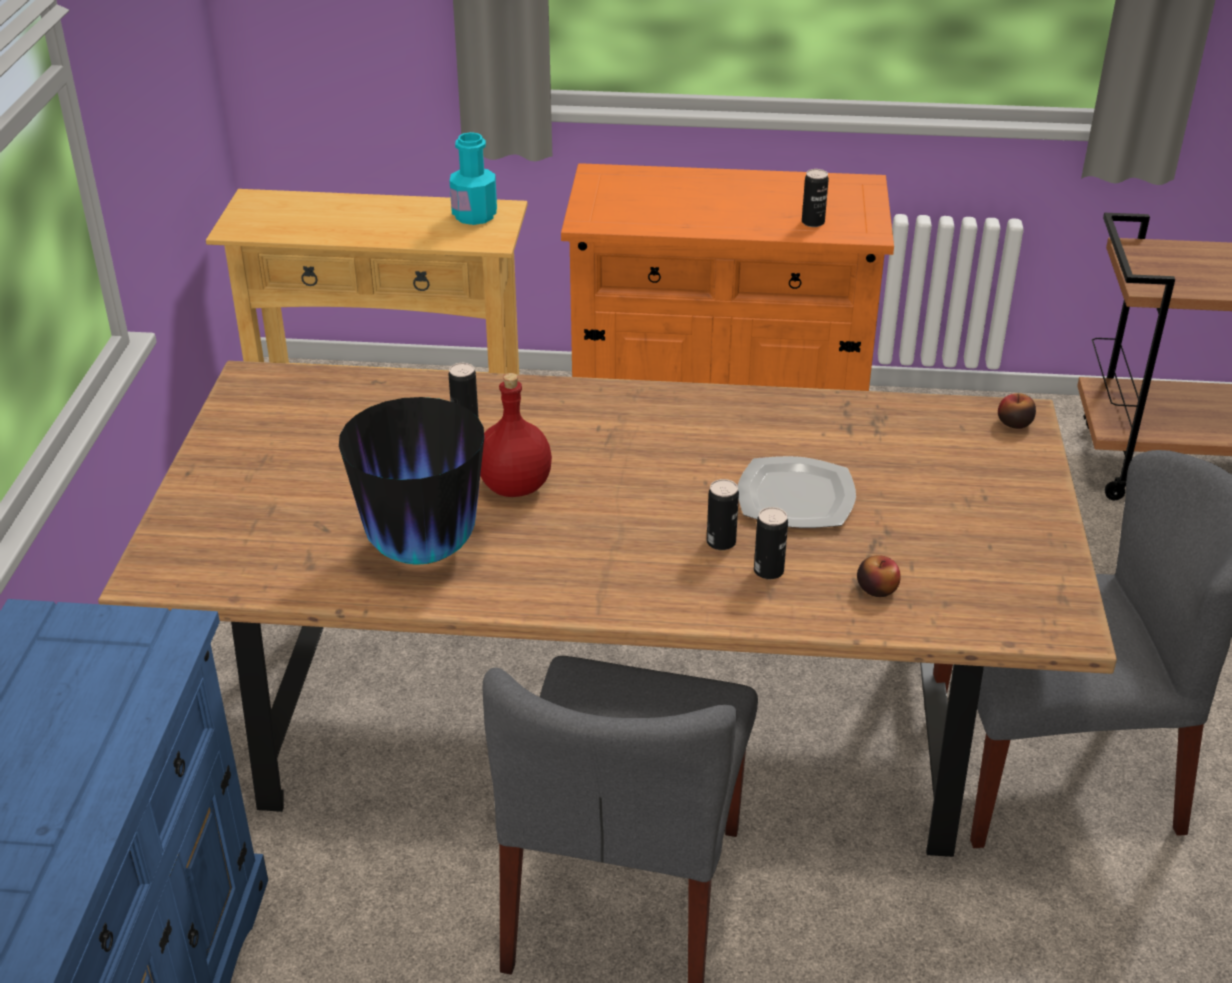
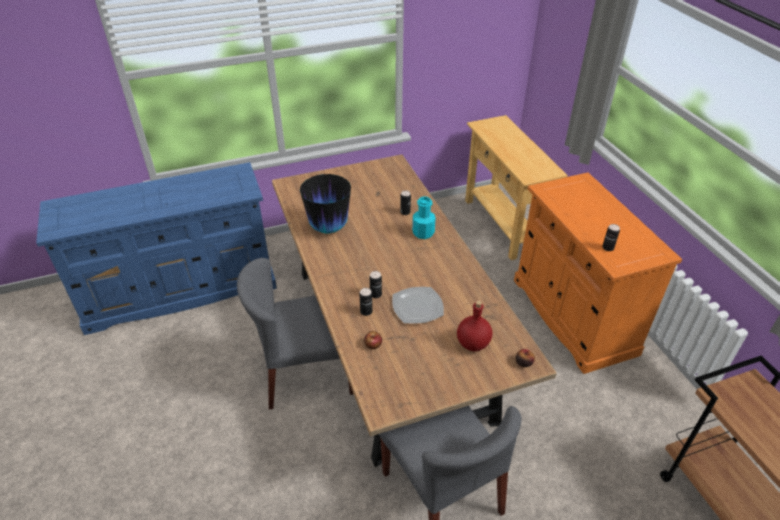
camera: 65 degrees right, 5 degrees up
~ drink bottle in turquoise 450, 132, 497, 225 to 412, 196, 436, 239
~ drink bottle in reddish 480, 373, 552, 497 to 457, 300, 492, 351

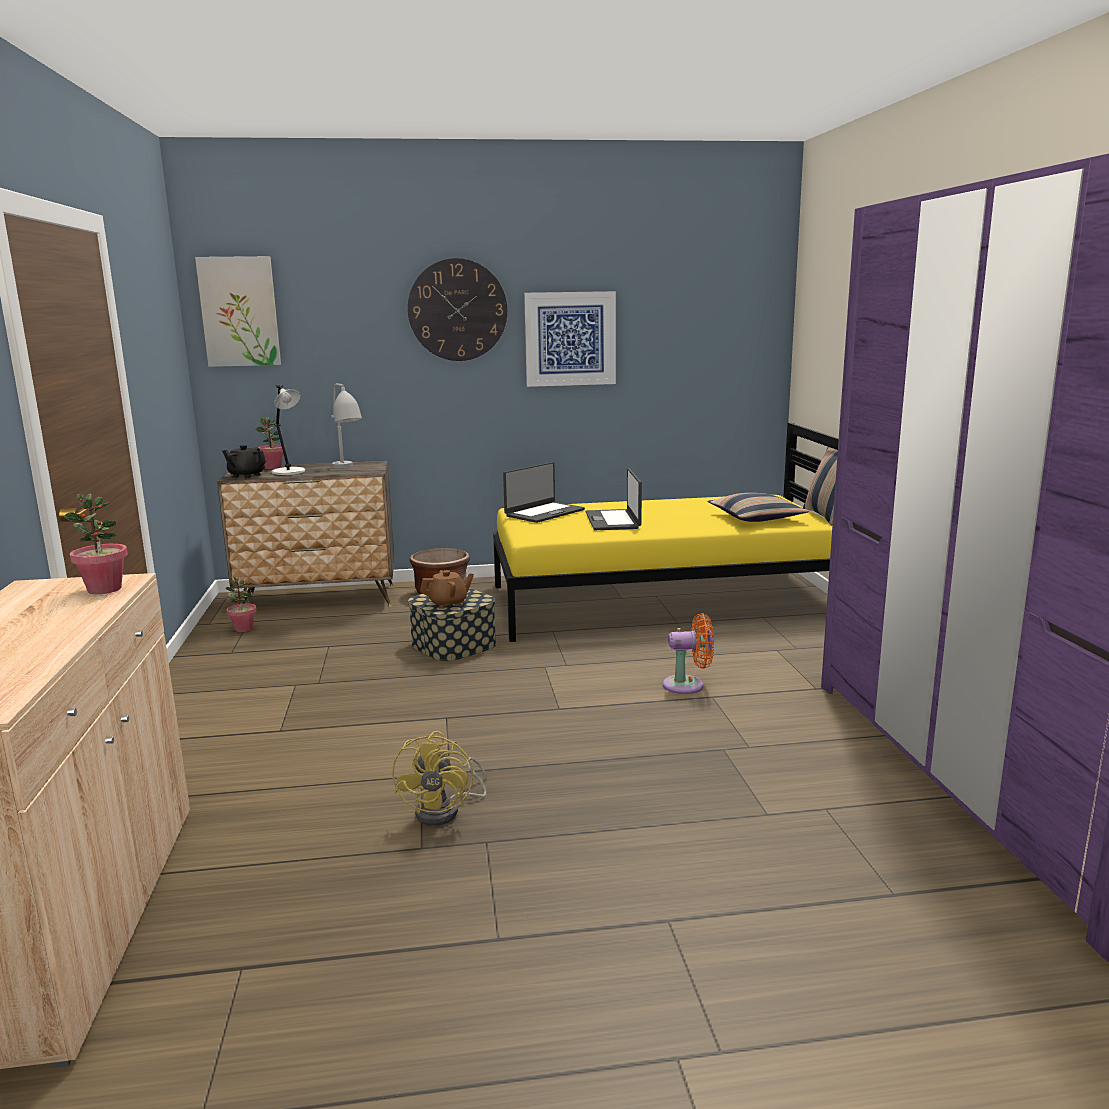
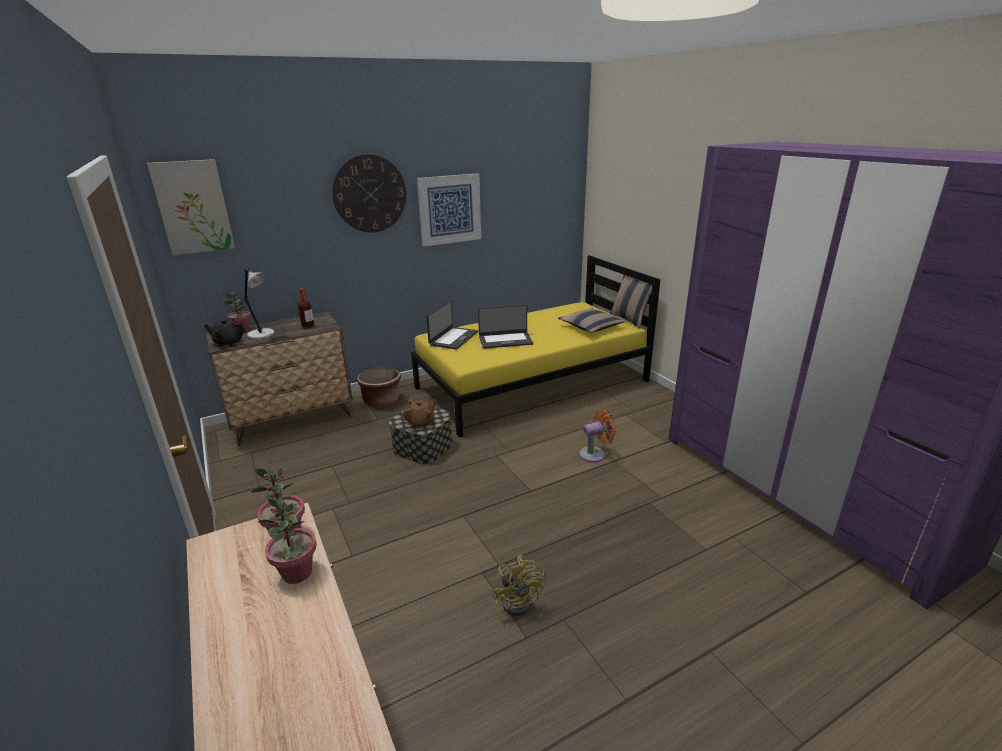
camera: 20 degrees left, 10 degrees up
~ lamp for a table in gray 331, 383, 362, 469 to drink bottle 298, 288, 314, 328
~ portable computer 586, 468, 642, 530 = 478, 305, 533, 349 75 degrees counterclockwise
~ houseplant 225, 577, 257, 632 to 258, 498, 317, 584

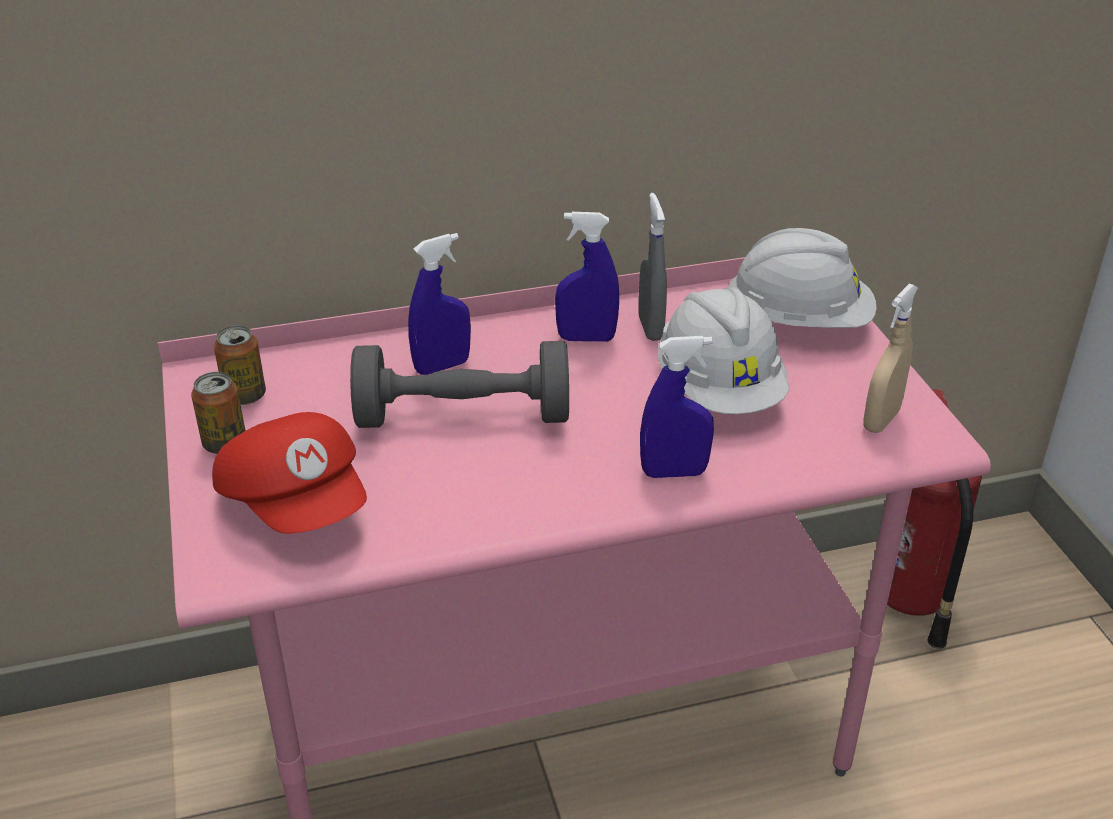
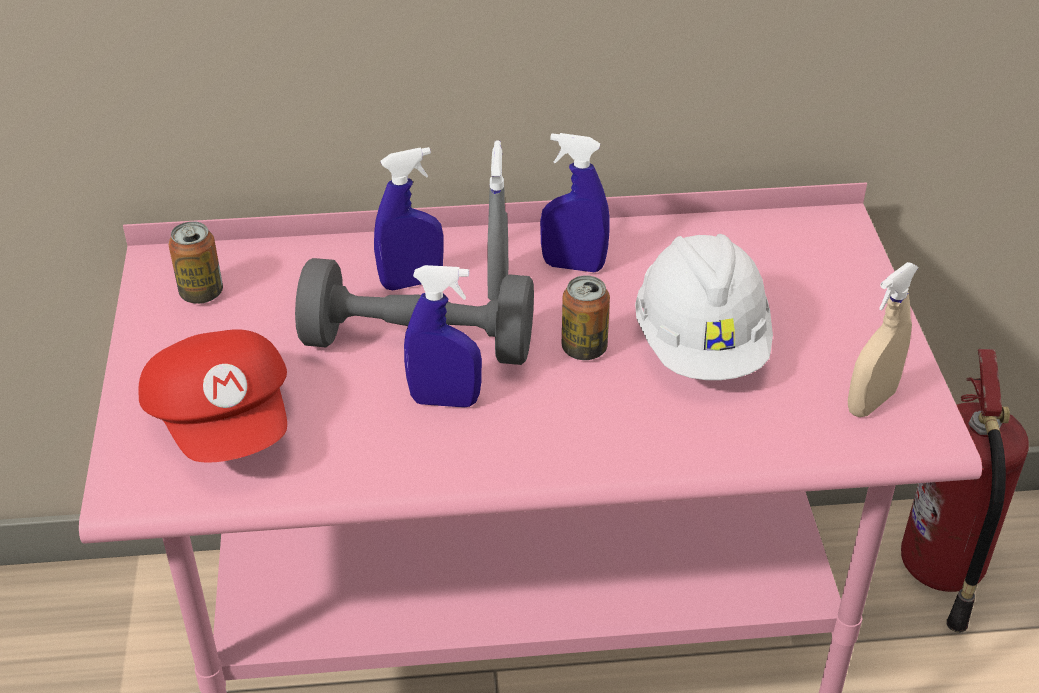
camera: 10 degrees right, 5 degrees up
~ spray bottle in gray 638, 193, 667, 341 to 487, 140, 508, 300
- work helmet in white-coloured 728, 228, 877, 328
~ spray bottle in blue 640, 336, 714, 478 to 404, 265, 482, 408
~ metal can 191, 372, 246, 454 to 562, 275, 610, 360

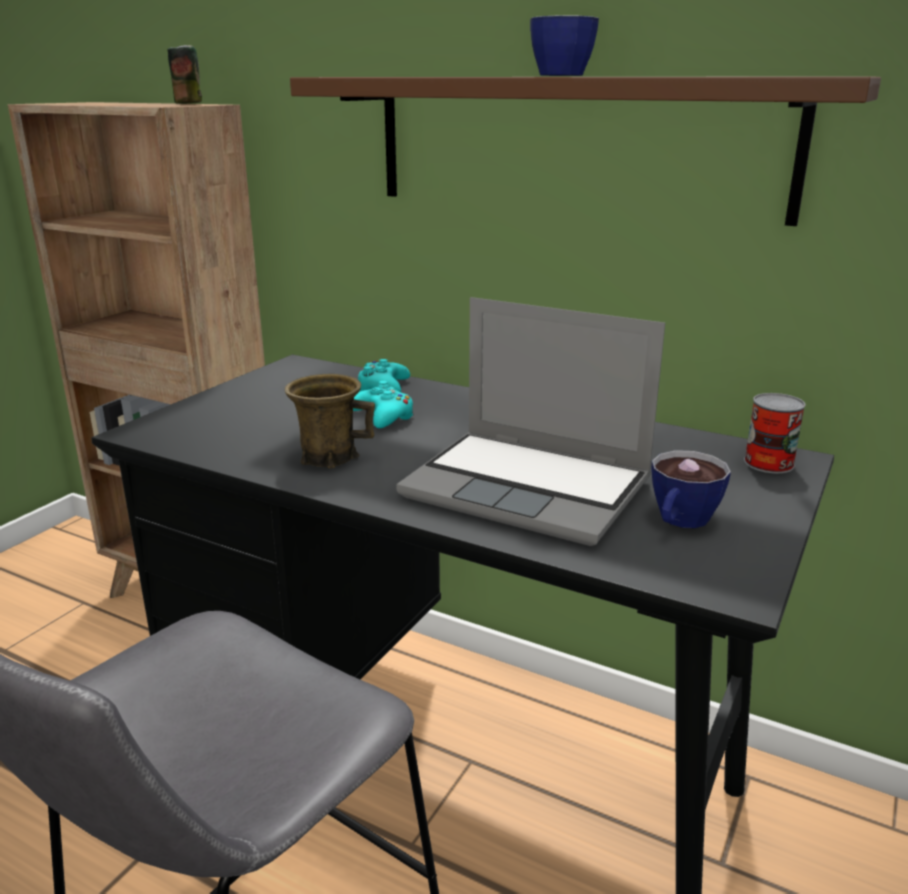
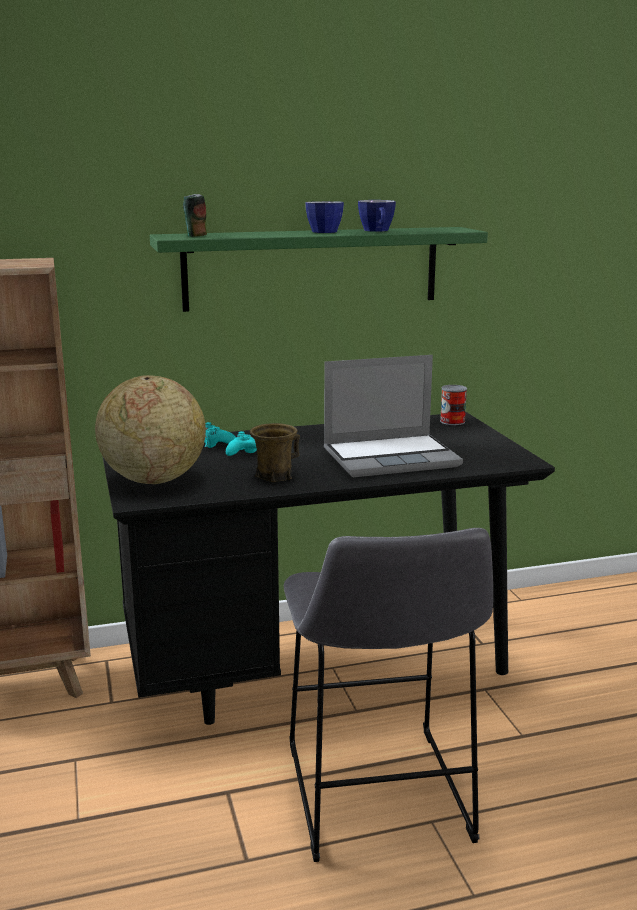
camera: 45 degrees left, 5 degrees down
~ metal can 167, 45, 202, 104 to 183, 194, 207, 237
~ bracket shelf in brown-coloured 290, 76, 881, 226 to bracket shelf in green-coloured 150, 227, 488, 312
~ drinking cup 651, 450, 731, 528 to 358, 200, 396, 232
+ desk globe 95, 375, 206, 484

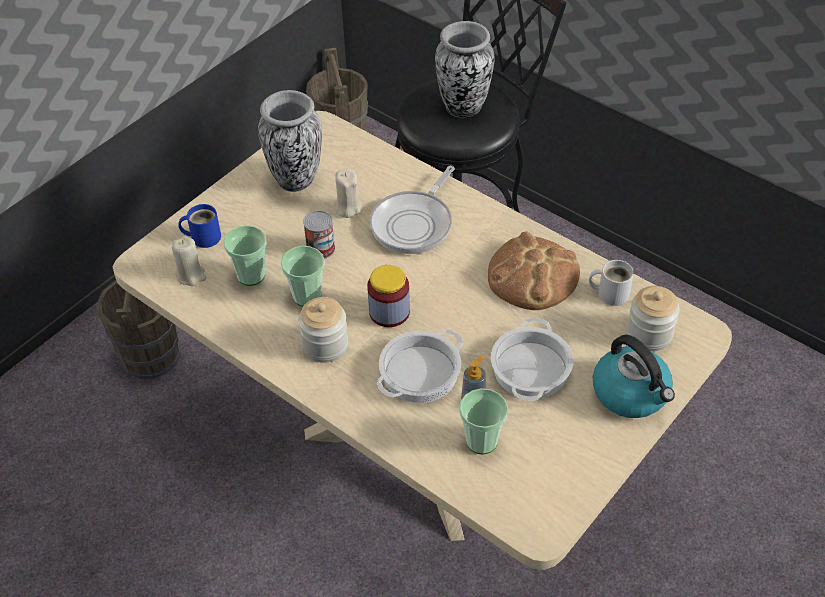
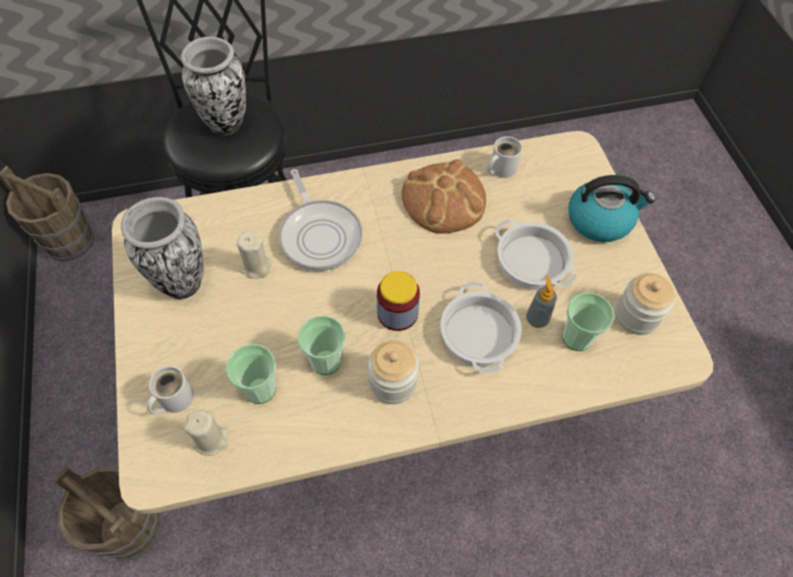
camera: 55 degrees left, 10 degrees up
~ mug in blue 178, 204, 221, 248 to mug in white-coloured 147, 366, 194, 414
- metal can 303, 211, 335, 259
~ jar 627, 286, 680, 351 to 615, 273, 675, 335

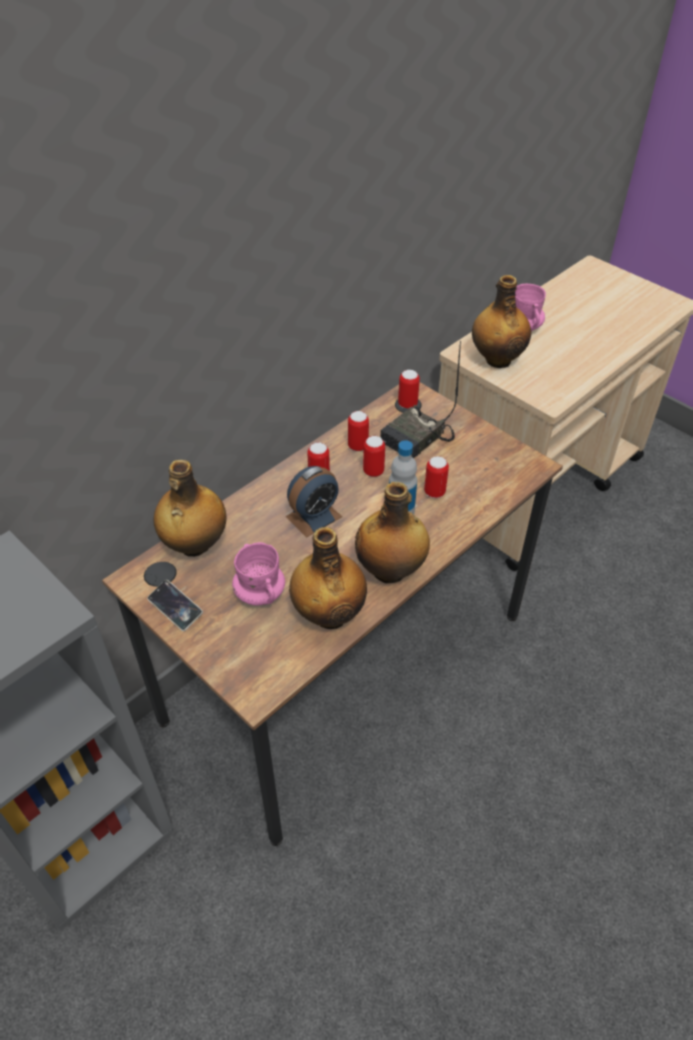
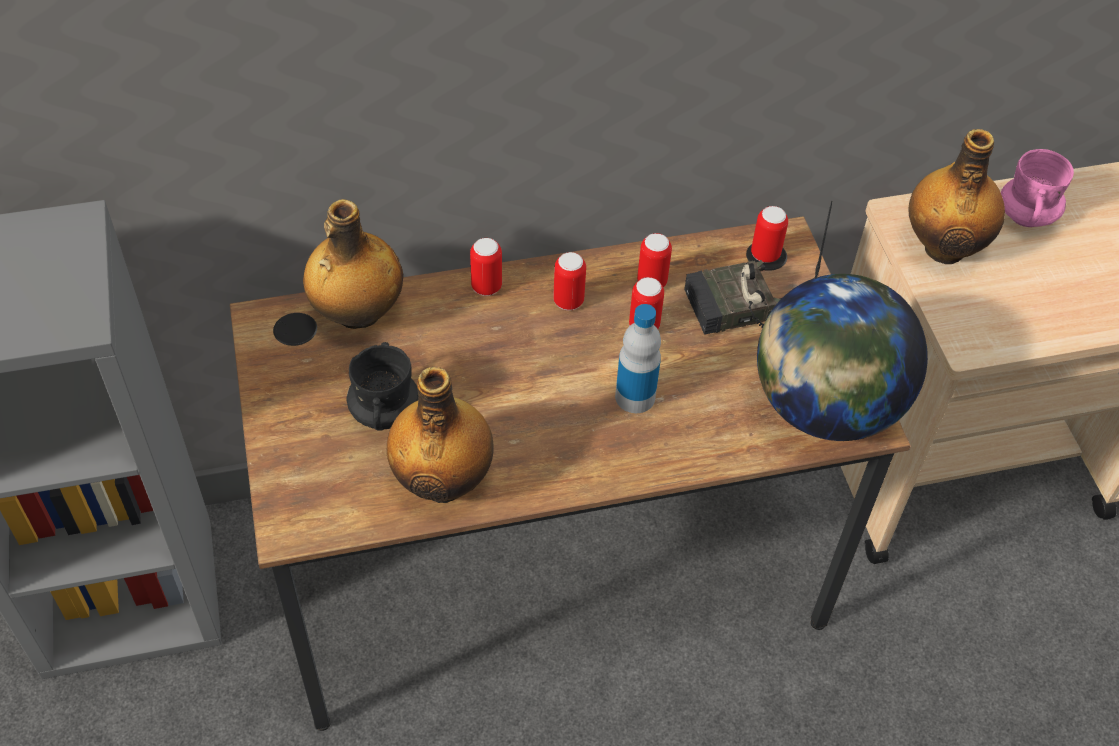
camera: 30 degrees right, 5 degrees up
~ metal can 424, 456, 449, 498 to 470, 238, 502, 296
- table clock 286, 466, 342, 538
- drink bottle 355, 482, 430, 584
~ mug in pink 232, 542, 285, 606 to mug in black 346, 342, 419, 431
- handset 147, 580, 203, 631
+ desk globe 757, 274, 928, 441

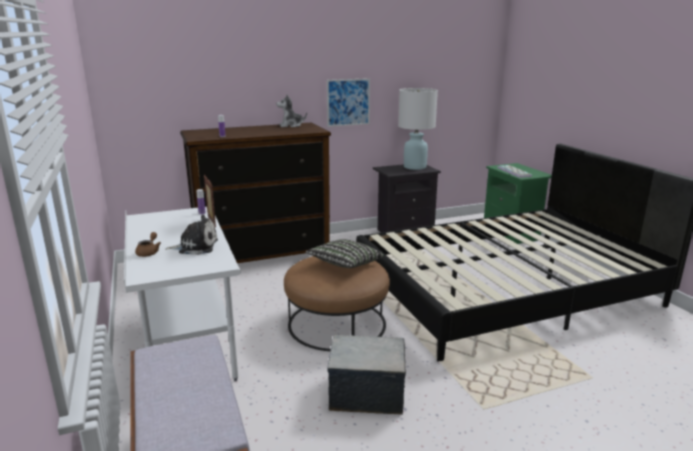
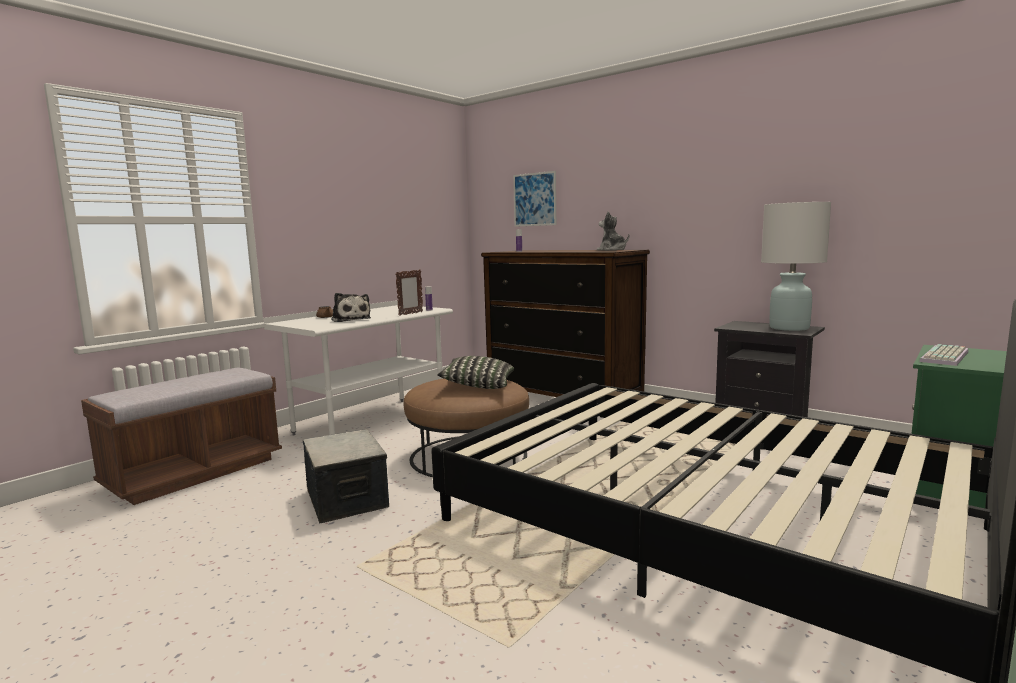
camera: 60 degrees right, 10 degrees down
~ wall art 327, 78, 370, 127 to 513, 171, 556, 227

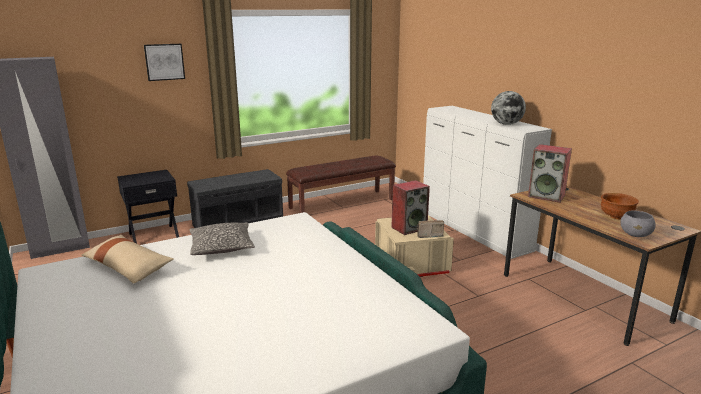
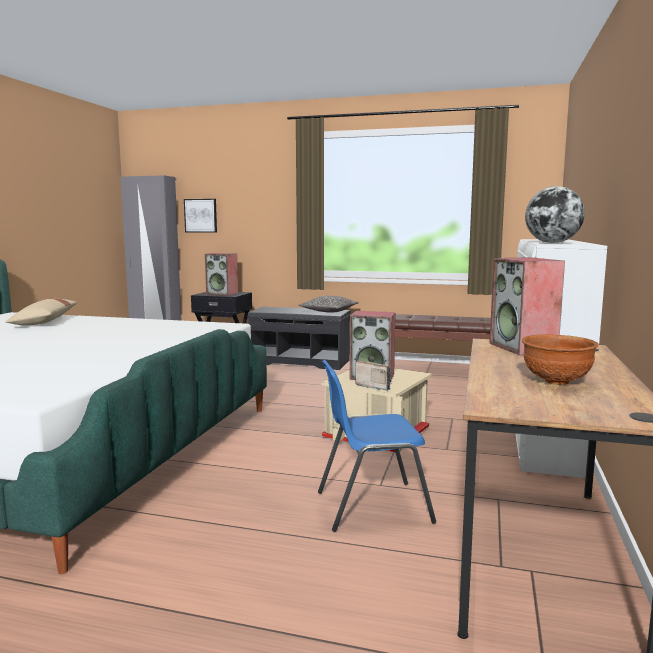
camera: 45 degrees right, 10 degrees down
~ wall art 144, 44, 185, 81 to 184, 199, 217, 233
- deep dish in gray 620, 211, 656, 237
~ pillow 189, 222, 255, 255 to 299, 296, 358, 313
+ speaker 205, 253, 238, 296
+ chair in blue 318, 360, 436, 532

